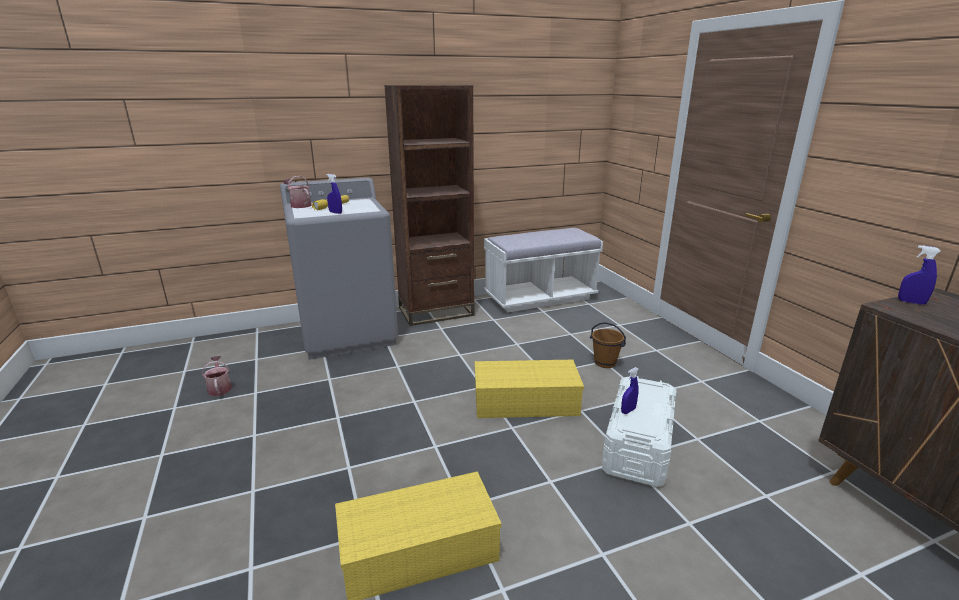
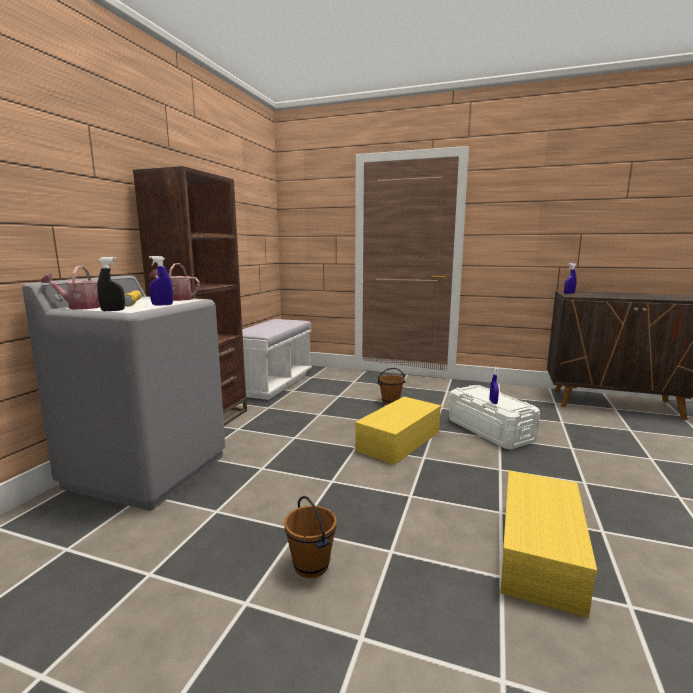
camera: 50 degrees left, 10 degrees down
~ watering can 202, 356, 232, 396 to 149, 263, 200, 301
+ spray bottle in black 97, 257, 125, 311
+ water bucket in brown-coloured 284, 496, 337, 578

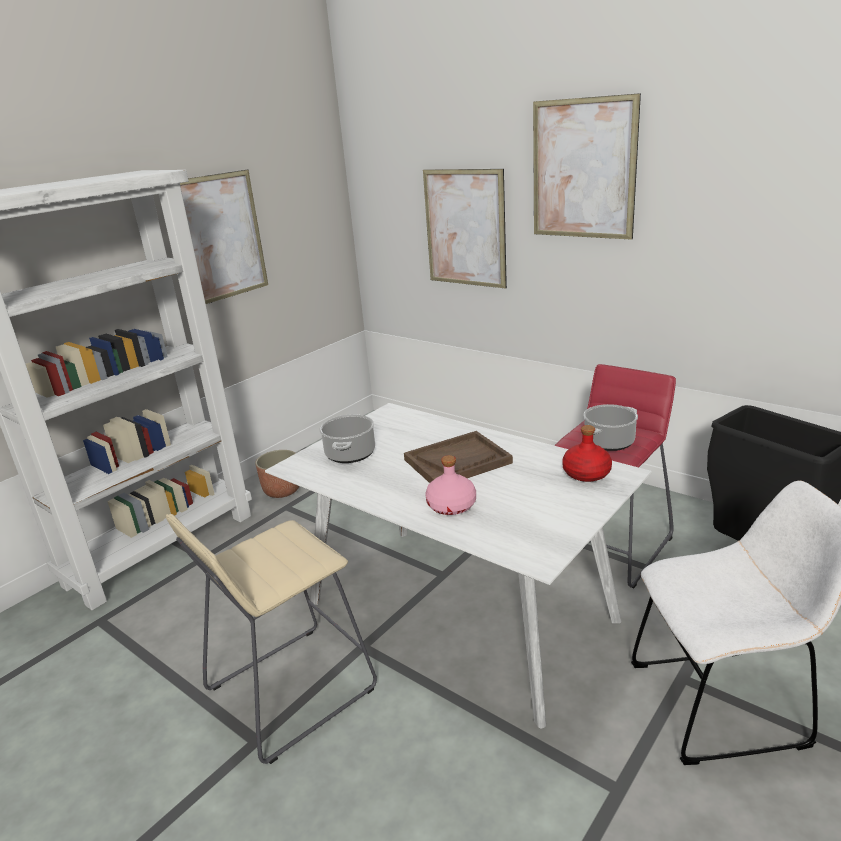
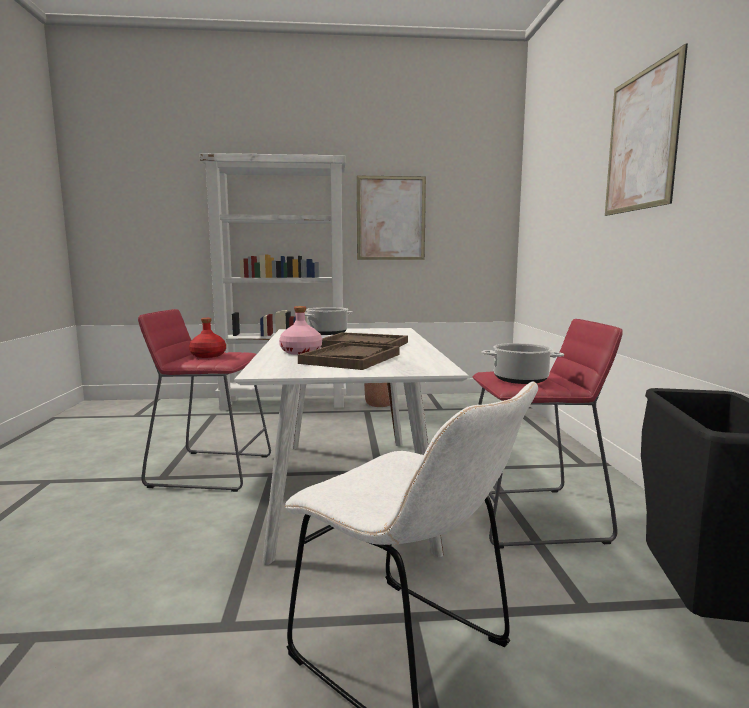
camera: 45 degrees right, 15 degrees down
- wall art 423, 169, 507, 288
~ drink bottle in reddish 562, 425, 612, 482 to 189, 318, 226, 358
~ stool seat in beige-coloured 166, 514, 377, 764 to stool seat in reddish 138, 309, 271, 492
+ serving tray in brown-coloured 298, 342, 400, 370

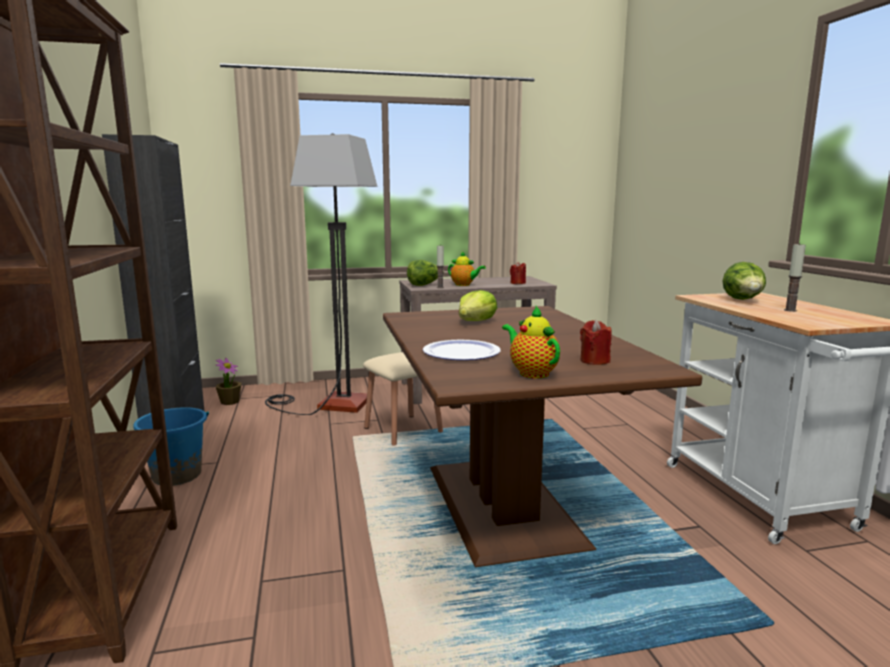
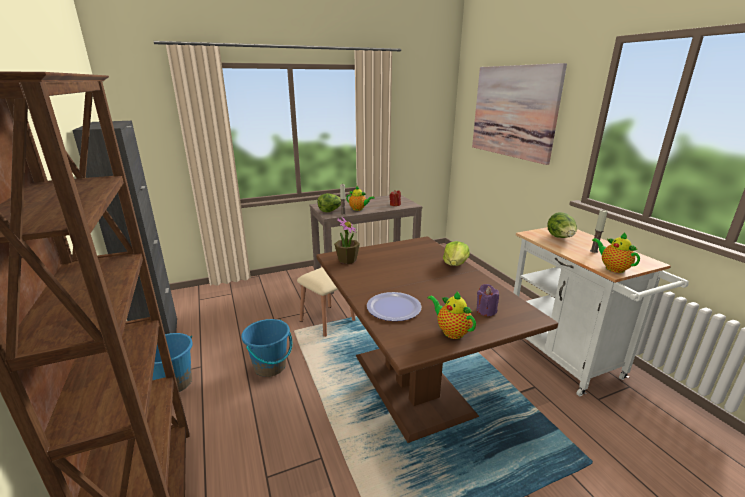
camera: 10 degrees left, 10 degrees up
- standing lamp 265, 133, 377, 415
~ lettuce 459, 290, 497, 321 to 443, 241, 470, 266
~ wax light in reddish 580, 320, 611, 365 to wax light in purple-coloured 477, 284, 499, 316
~ houseplant 215, 358, 241, 405 to 334, 216, 360, 264
+ wall art 472, 63, 567, 165
+ tea pot 592, 232, 640, 273
+ water bucket in blue 241, 319, 292, 377

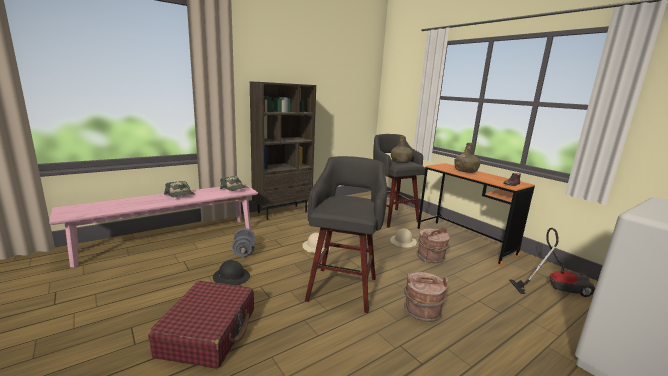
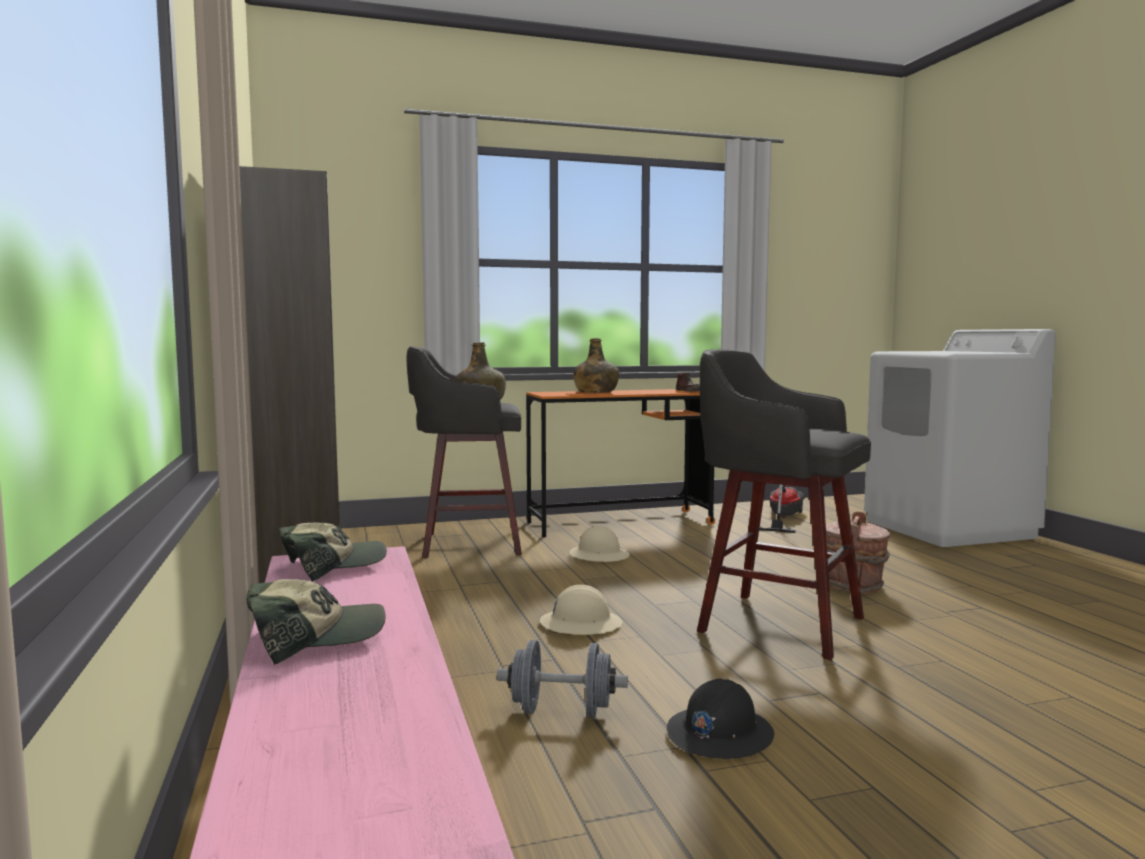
camera: 70 degrees left, 10 degrees down
- water bucket in brown-coloured 417, 227, 450, 264
- piece of luggage in reddish 148, 281, 254, 369

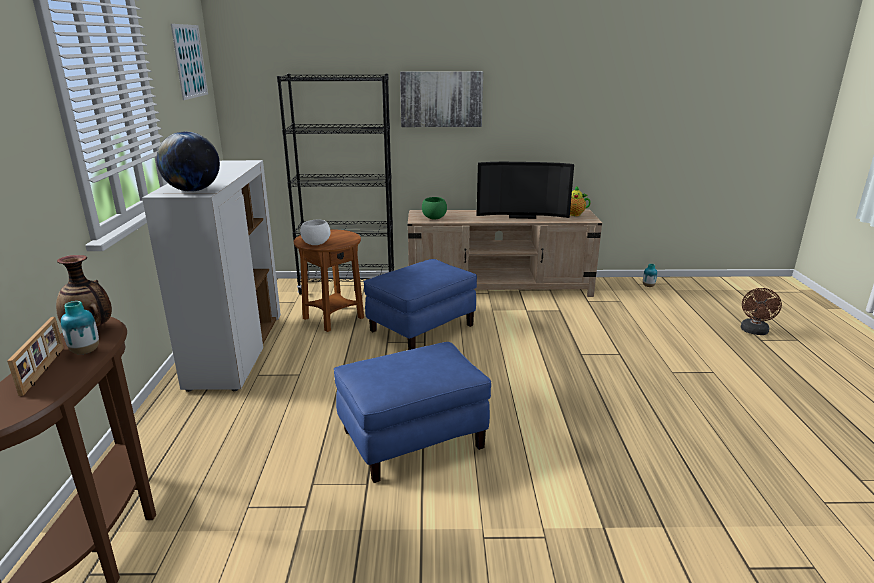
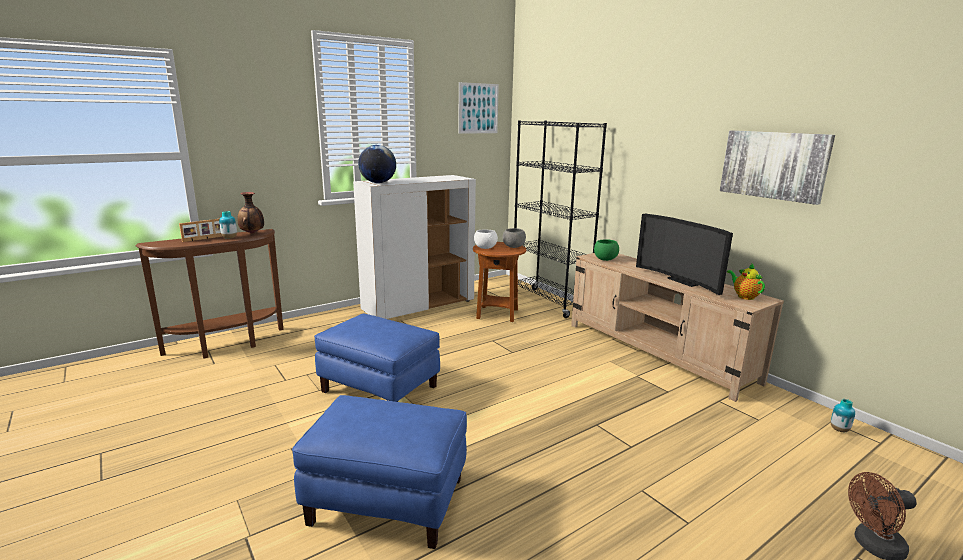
camera: 55 degrees right, 5 degrees down
~ wall art 400, 71, 483, 127 to 720, 130, 835, 205
~ footrest in blue 364, 259, 477, 350 to 292, 395, 467, 549
+ deep dish in gray 502, 228, 526, 248

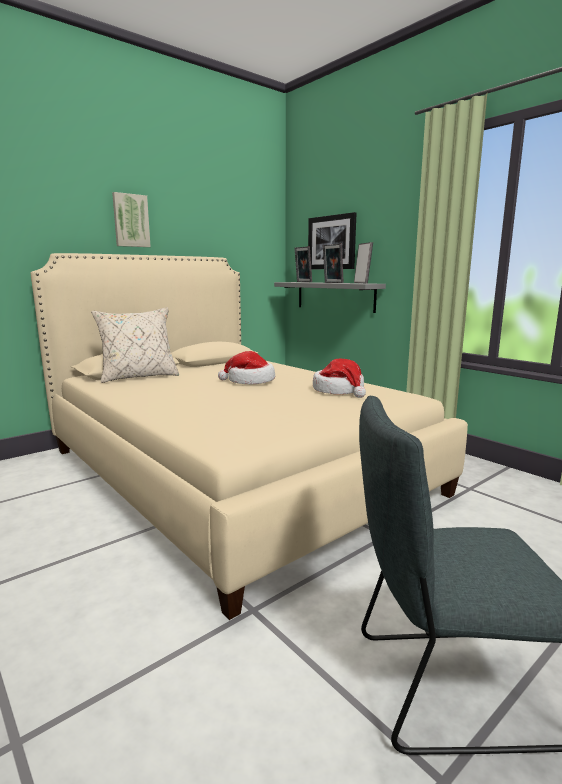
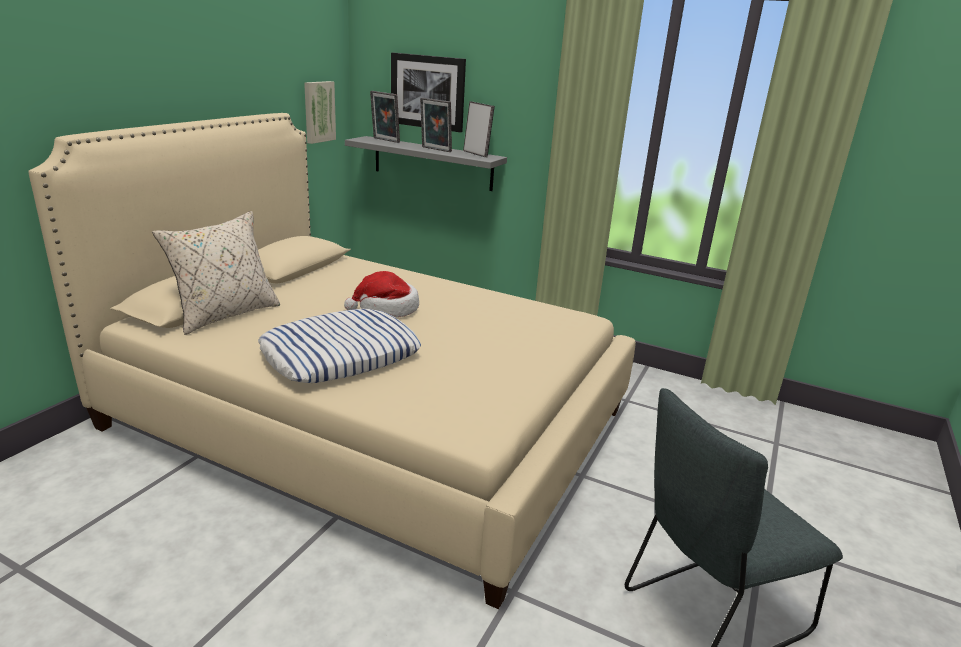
camera: 25 degrees left, 10 degrees up
~ wall art 112, 192, 151, 247 to 304, 81, 336, 144
- hat 313, 358, 366, 398
+ pillow 258, 309, 421, 383

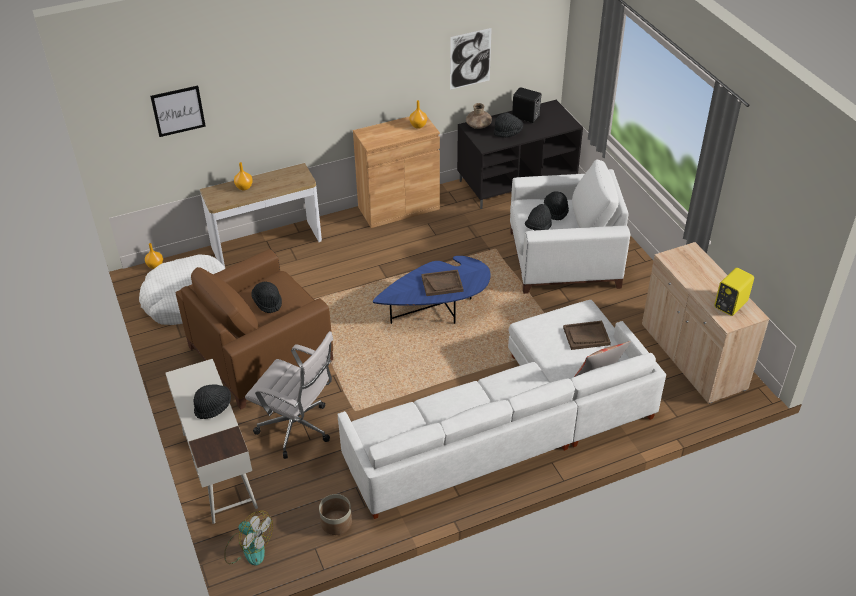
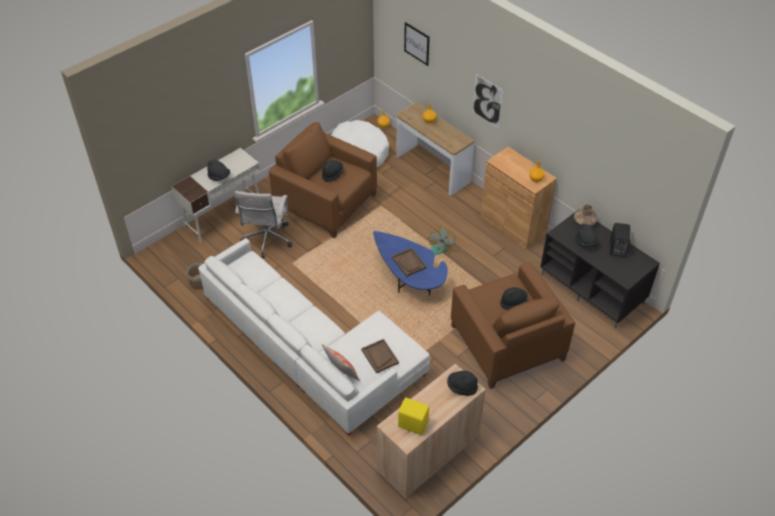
camera: 70 degrees right, 5 degrees up
~ wall art 450, 28, 492, 90 to 472, 73, 503, 129
~ easy chair in white-coloured 510, 159, 630, 294 to easy chair in brown-coloured 451, 262, 575, 389
~ hat in black 525, 204, 552, 230 to 447, 371, 478, 396
~ fan 224, 511, 273, 566 to 426, 227, 456, 255

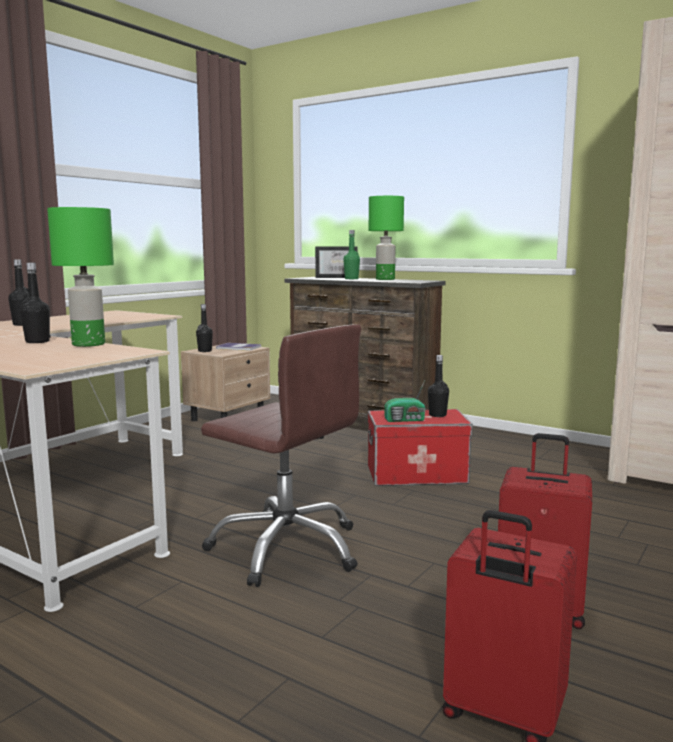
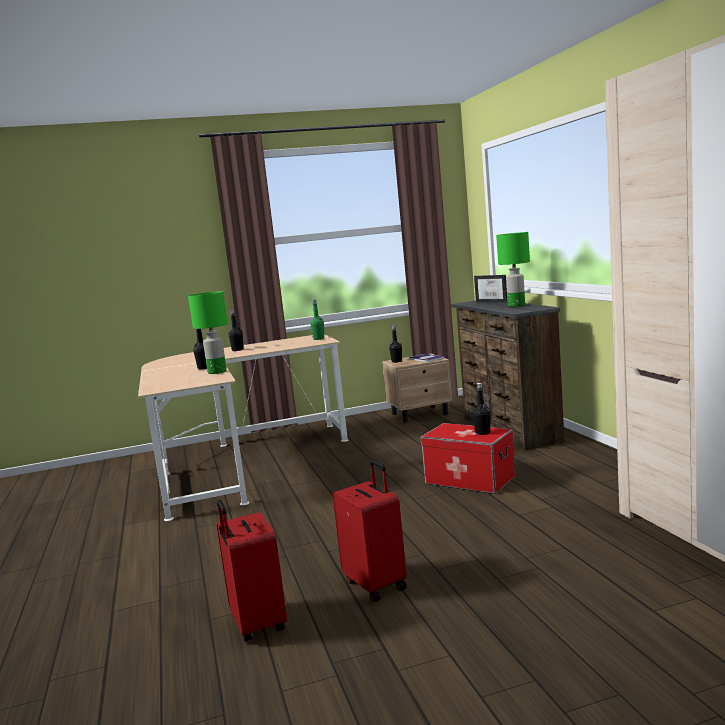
camera: 40 degrees right, 0 degrees up
~ drink bottle in green-coloured 343, 230, 360, 279 to 310, 300, 324, 340
- desk chair in brown-coloured 201, 324, 361, 587
- radio set 384, 381, 426, 422

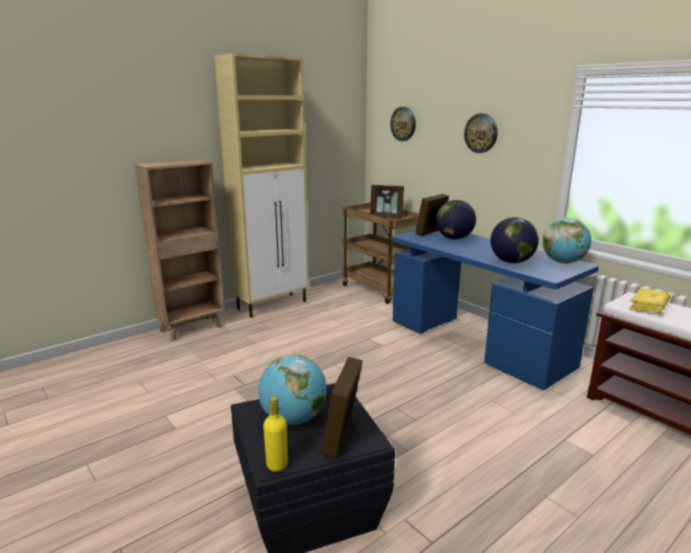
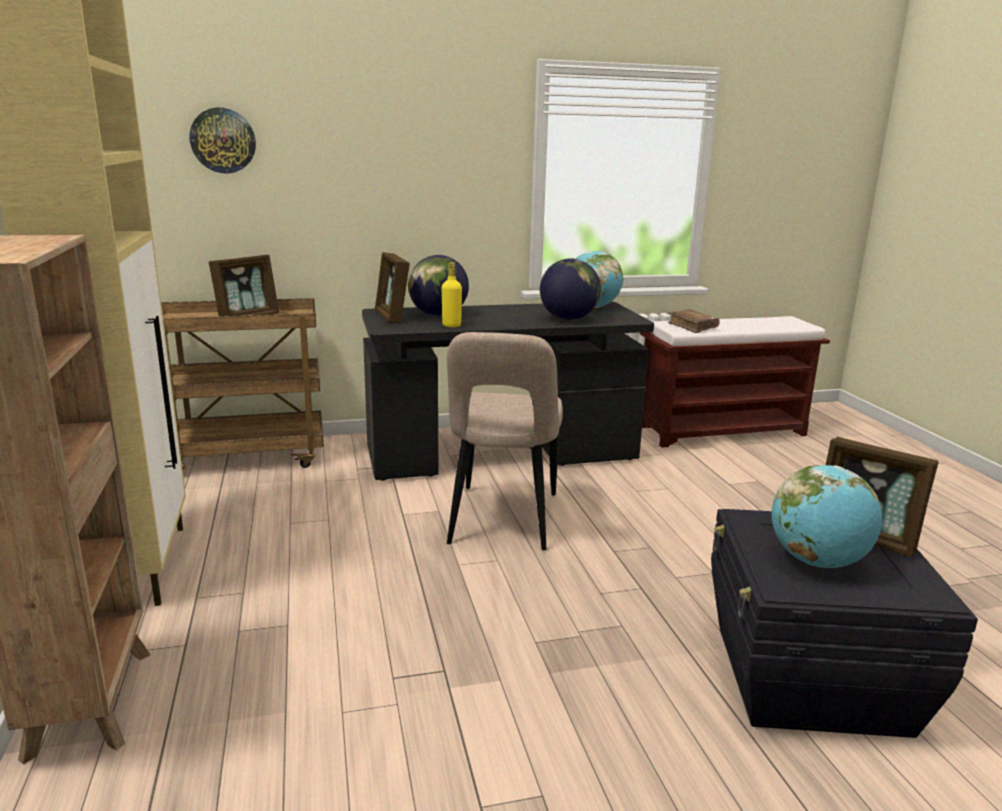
camera: 65 degrees left, 0 degrees up
- wall clock 464, 114, 498, 153
~ desk in blue 392, 231, 599, 390 to desk in black 362, 302, 654, 481
~ bound book in yellow-coloured 629, 288, 670, 313 to bound book in brown-coloured 668, 309, 720, 333
~ drink bottle in yellow-coloured 263, 396, 288, 472 to 442, 262, 462, 327
+ chair in beige-coloured 447, 332, 563, 550

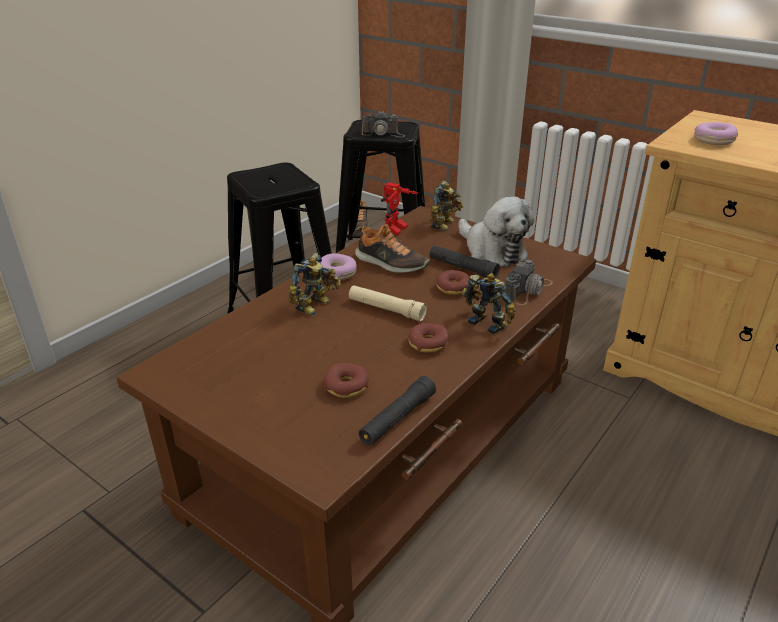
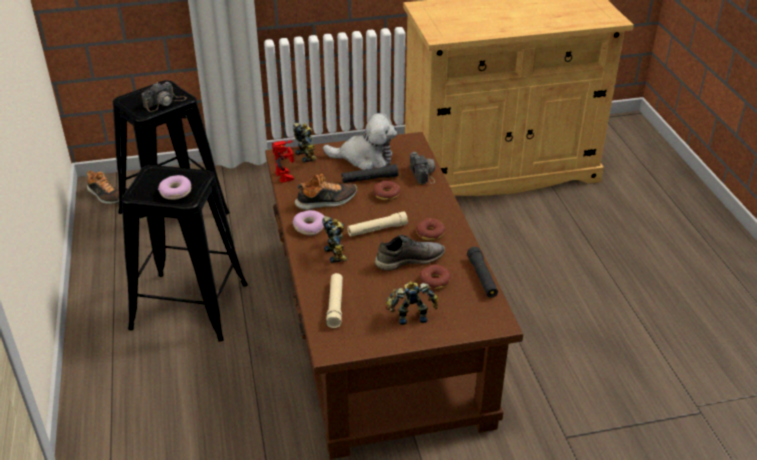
camera: 50 degrees left, 5 degrees up
~ doughnut 694, 122, 738, 145 to 158, 175, 191, 200
~ toy robot 462, 273, 516, 334 to 386, 281, 438, 325
+ item of footwear in gray 375, 235, 445, 271
+ hand torch in beige-coloured 326, 273, 343, 328

